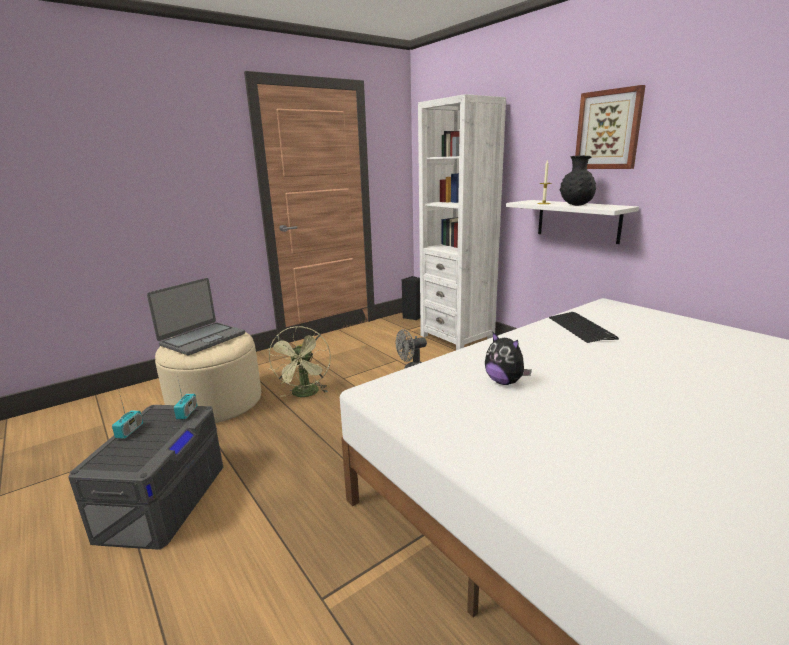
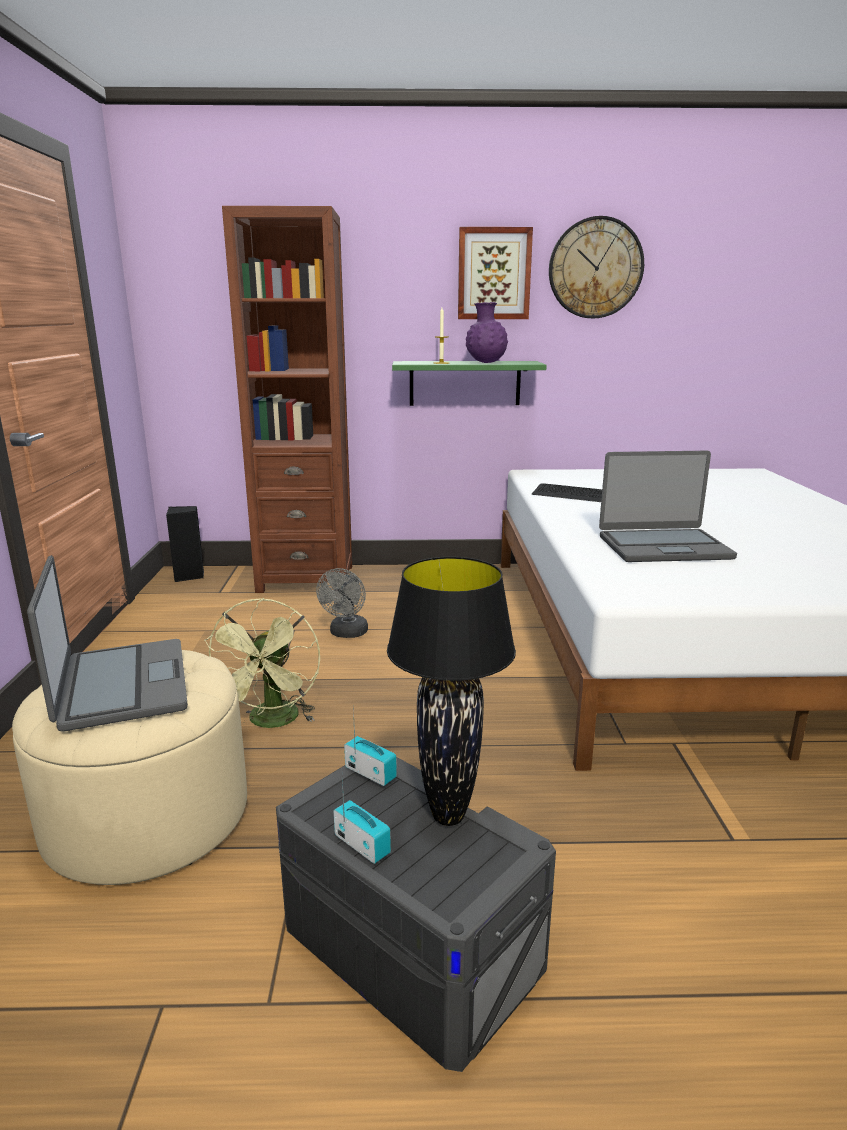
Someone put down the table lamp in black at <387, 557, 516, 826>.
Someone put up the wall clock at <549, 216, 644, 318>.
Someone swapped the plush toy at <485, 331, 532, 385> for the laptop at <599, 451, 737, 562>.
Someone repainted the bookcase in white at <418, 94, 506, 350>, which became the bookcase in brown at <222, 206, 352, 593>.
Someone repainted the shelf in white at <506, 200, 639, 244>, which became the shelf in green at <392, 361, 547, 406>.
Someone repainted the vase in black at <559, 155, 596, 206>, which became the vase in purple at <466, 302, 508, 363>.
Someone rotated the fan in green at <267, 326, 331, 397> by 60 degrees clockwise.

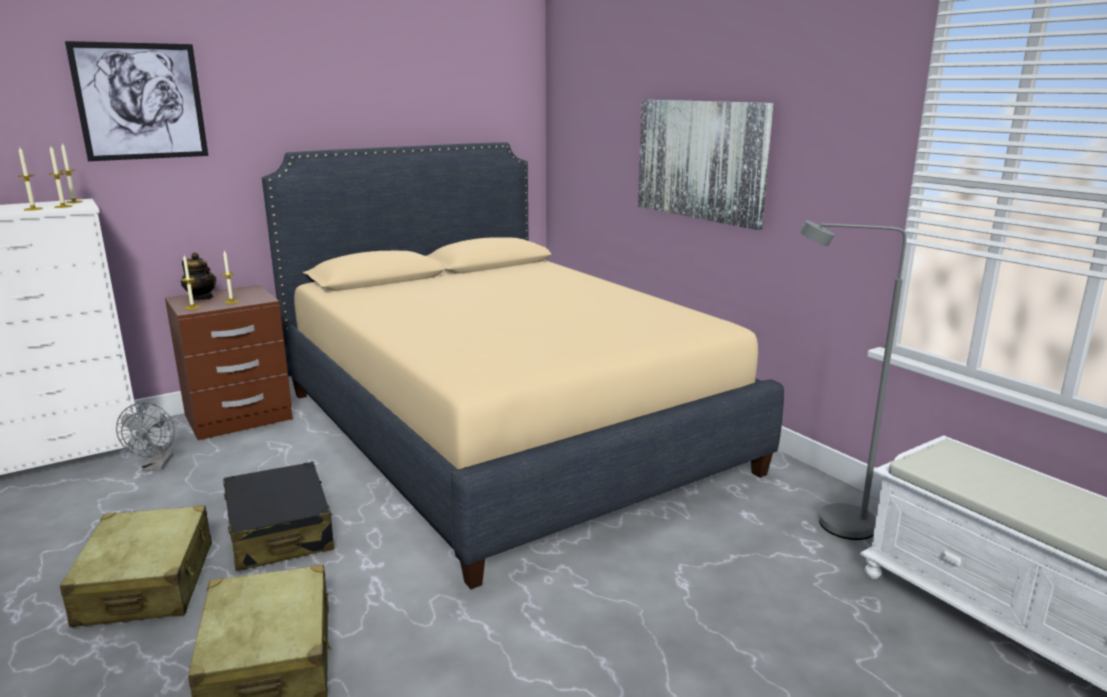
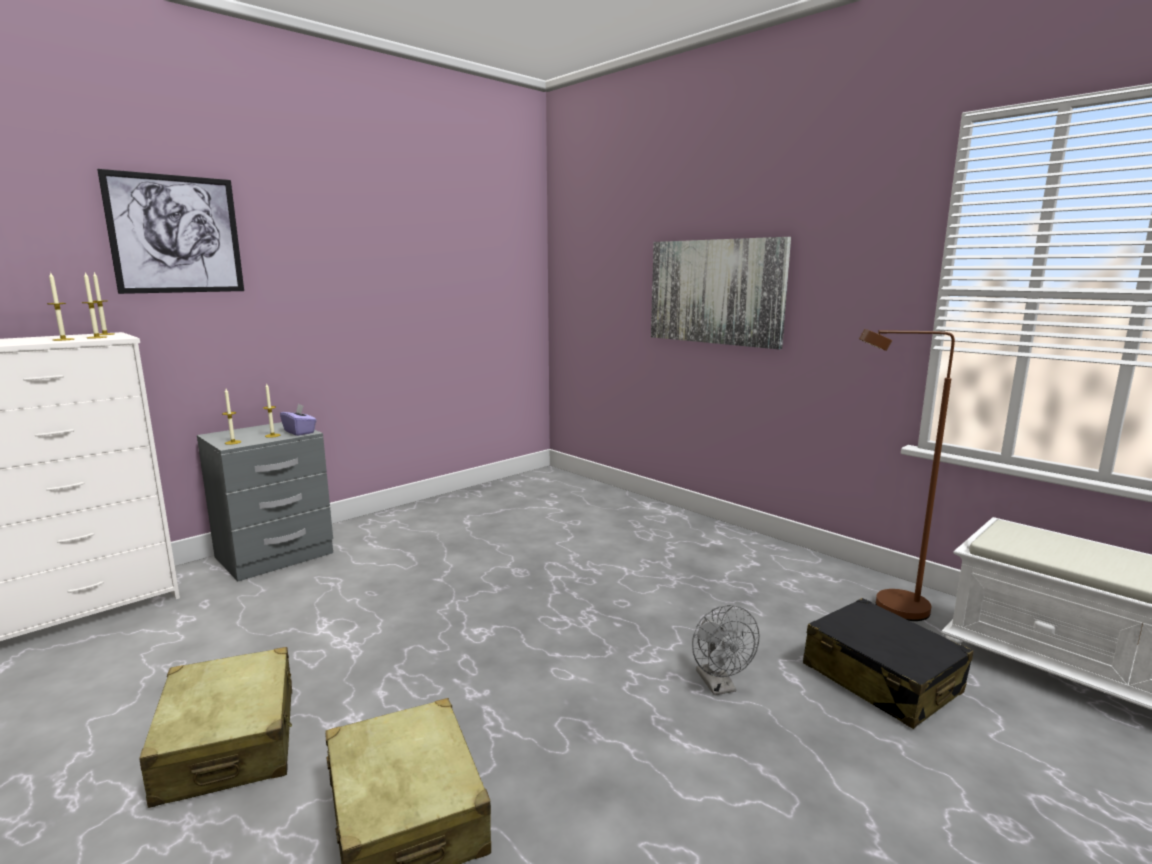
Someone took away the teapot at <181, 253, 216, 300>.
Someone took away the bed in beige at <262, 142, 784, 589>.
Someone put down the tissue box in purple at <280, 404, 317, 436>.
Someone carried the fan in grey from <116, 402, 175, 471> to <692, 605, 760, 695>.
Someone carried the suitcase in black from <223, 462, 334, 571> to <803, 598, 973, 729>.
Someone repainted the nightstand in brown at <165, 285, 293, 440>, which became the nightstand in grey at <197, 422, 333, 581>.
Someone repainted the floor lamp in grey at <800, 220, 907, 540>, which became the floor lamp in brown at <859, 329, 955, 621>.

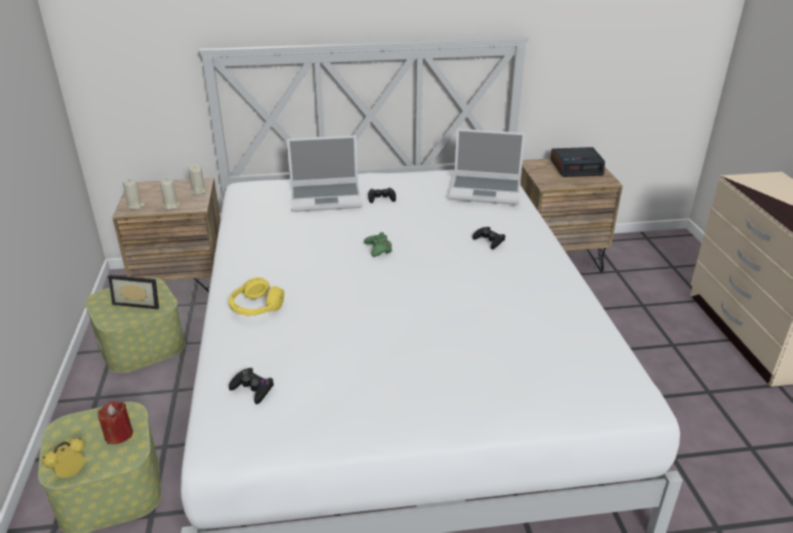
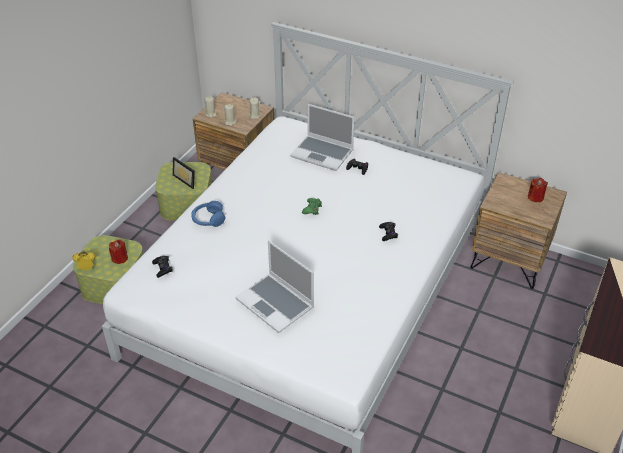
Someone carried the laptop from <449, 129, 525, 205> to <235, 240, 314, 333>.
Someone swapped the alarm clock at <550, 147, 605, 177> for the candle in red at <528, 178, 548, 202>.
Someone repainted the headphones in yellow at <229, 277, 284, 316>, which became the headphones in blue at <191, 201, 226, 227>.

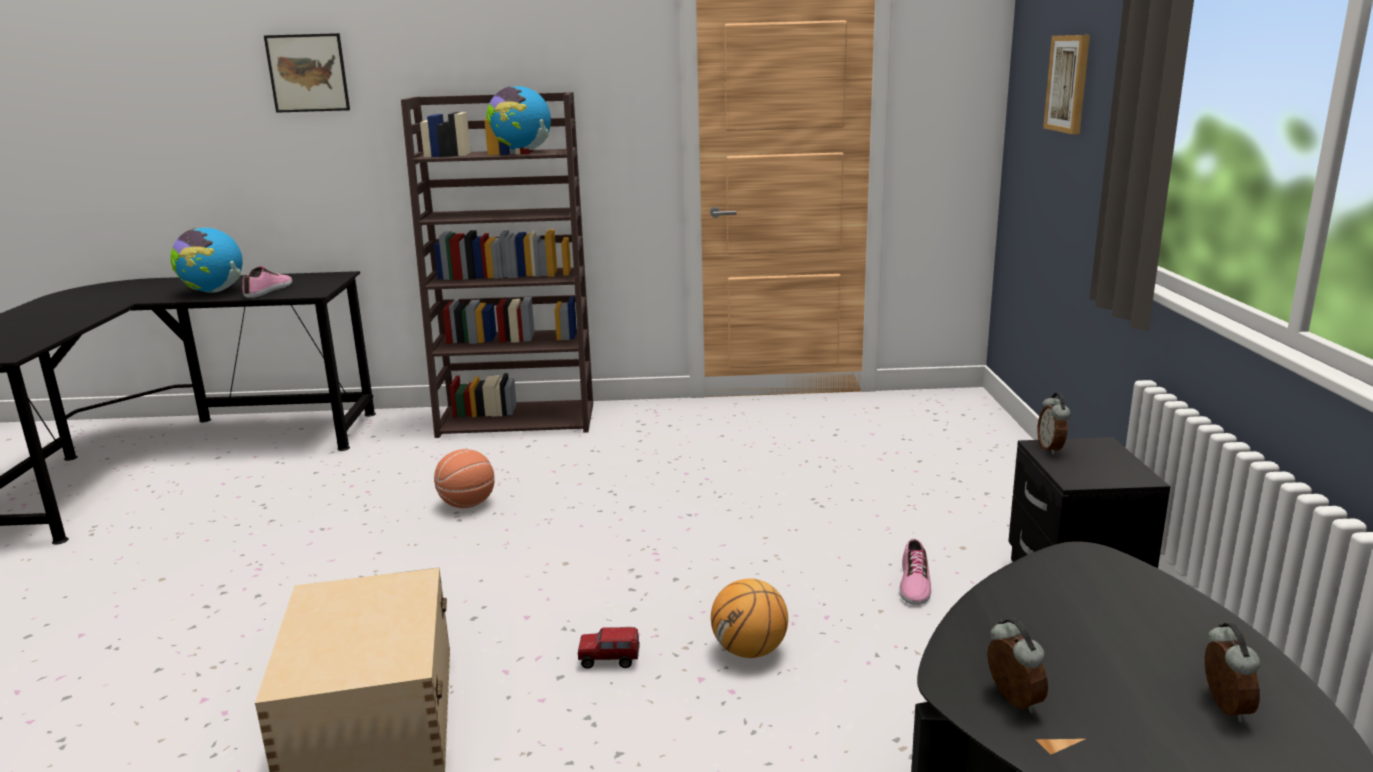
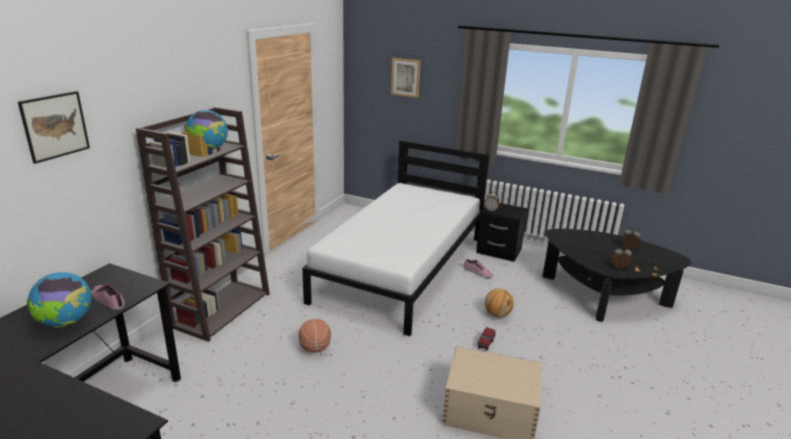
Someone put down the bed in white at <302, 140, 490, 336>.

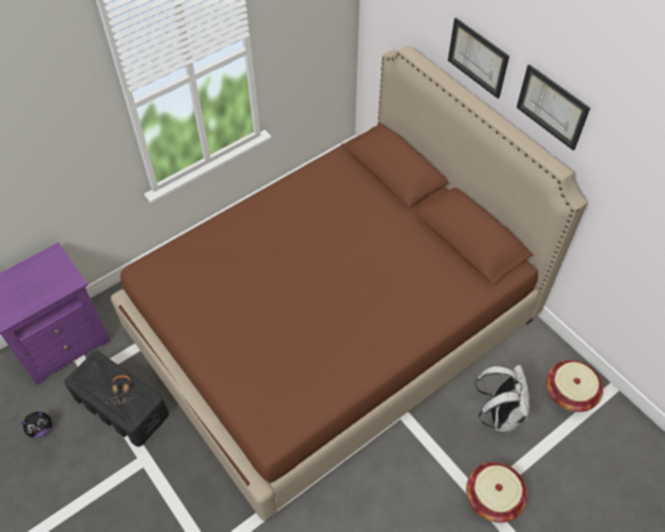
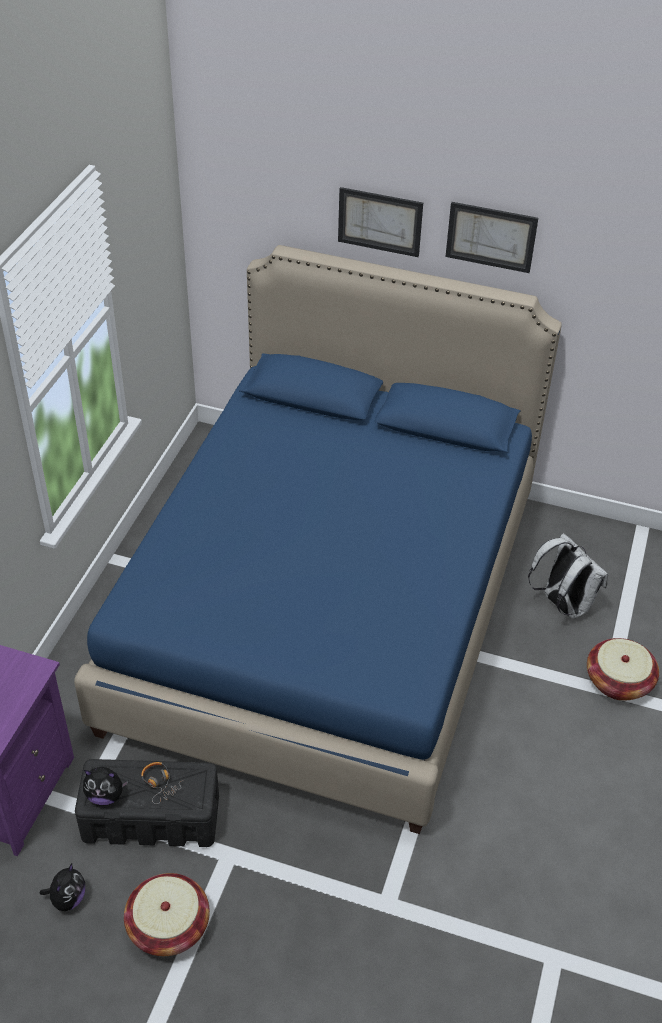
Someone put down the plush toy at <83, 767, 128, 805>.
Someone carried the basket from <546, 360, 603, 412> to <124, 873, 210, 956>.
Someone repainted the bed in brown at <111, 46, 587, 521>, which became the bed in blue at <74, 245, 562, 834>.

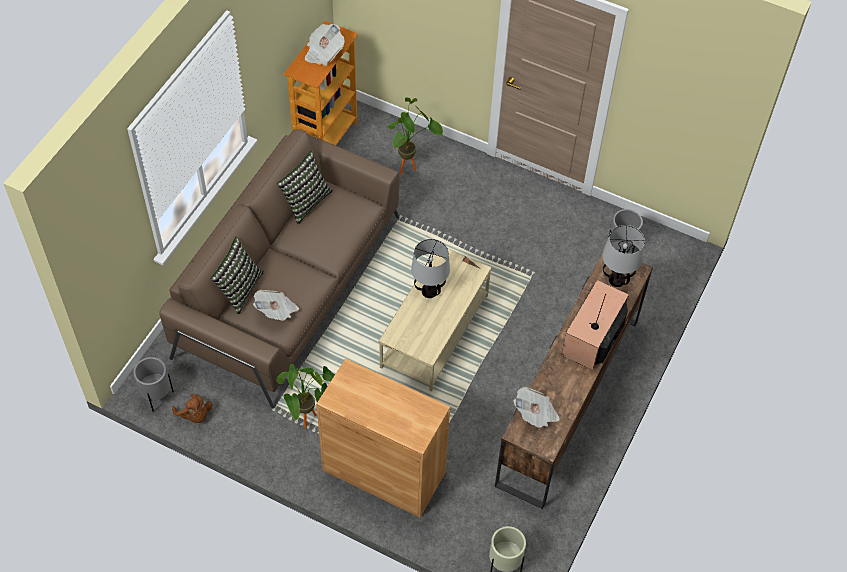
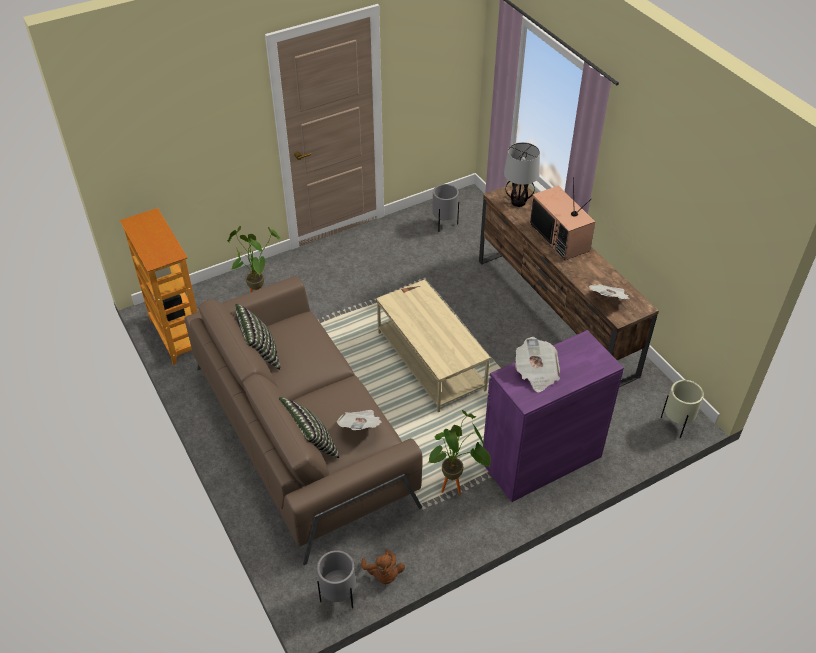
Someone took away the table lamp at <411, 239, 450, 298>.
Someone carried the newspaper from <305, 24, 344, 66> to <515, 337, 560, 393>.
Someone repainted the cabinet in brown at <316, 358, 450, 518>, which became the cabinet in purple at <483, 330, 624, 502>.
Someone rotated the plush toy in brown at <172, 394, 212, 423> by 75 degrees clockwise.

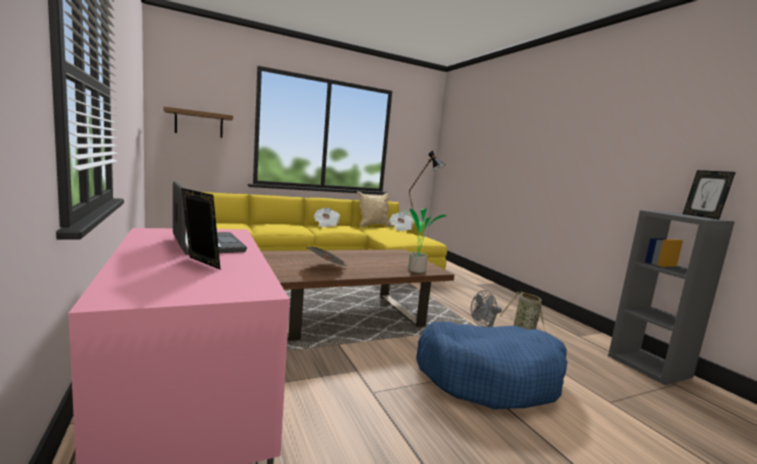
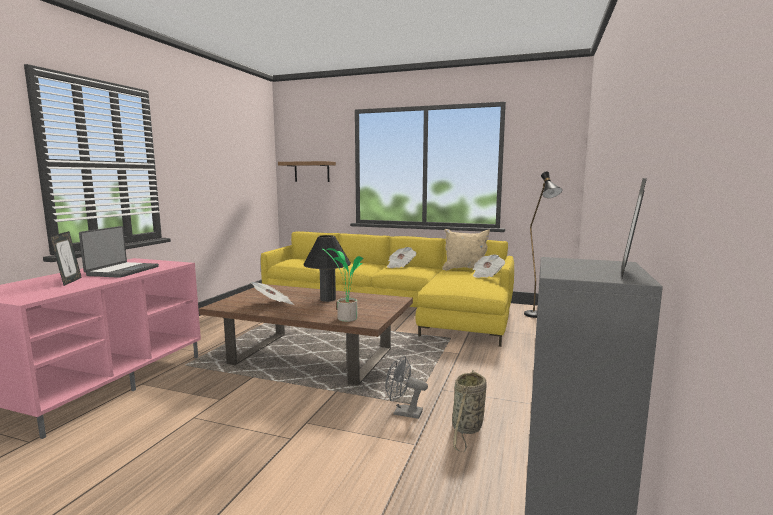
Someone took away the dog bed in blue at <416, 322, 567, 409>.
Someone put down the table lamp in black at <303, 235, 351, 302>.

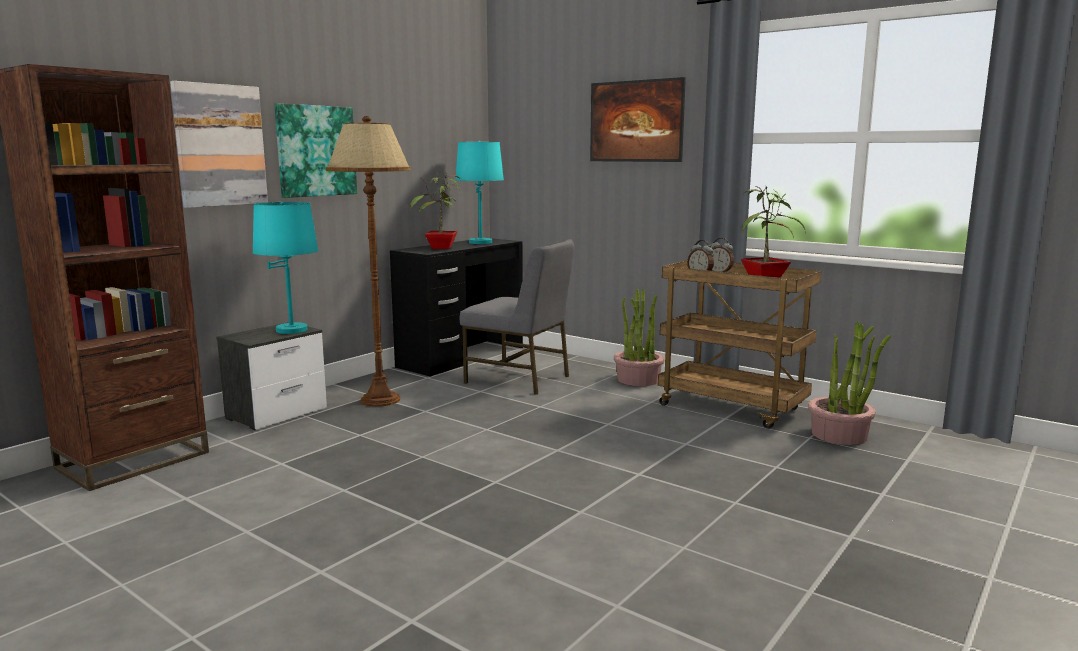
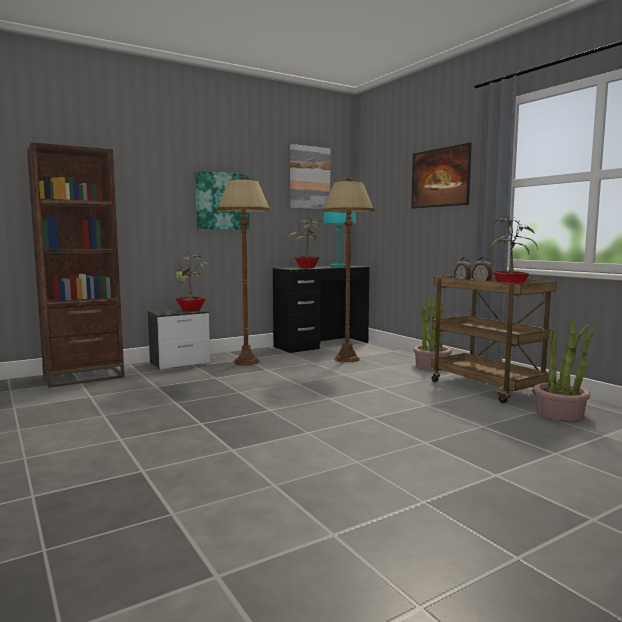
Someone carried the picture from <170, 81, 268, 208> to <290, 144, 331, 209>.
Someone swapped the table lamp in turquoise at <253, 202, 318, 334> for the potted plant at <175, 253, 210, 311>.
Someone swapped the chair in grey at <460, 239, 574, 395> for the floor lamp in brown at <322, 177, 375, 362>.

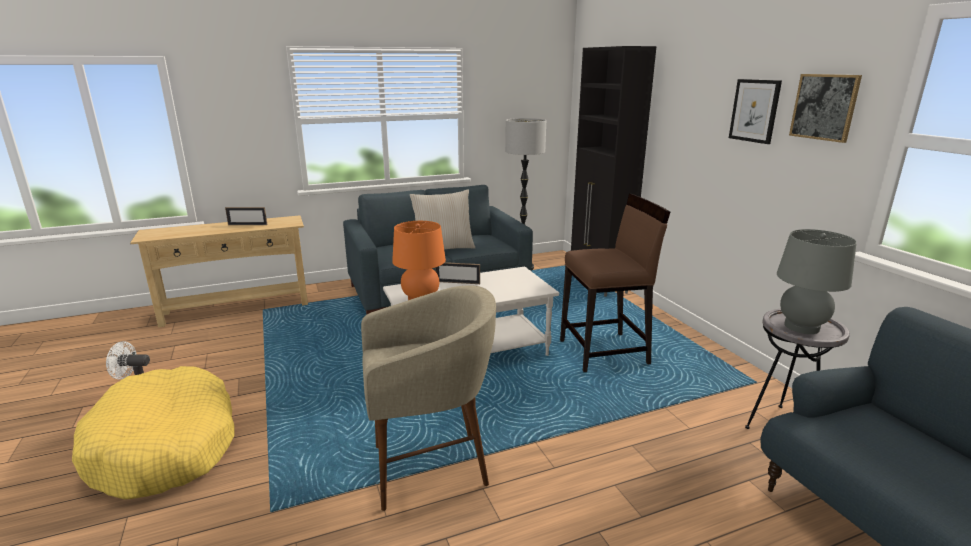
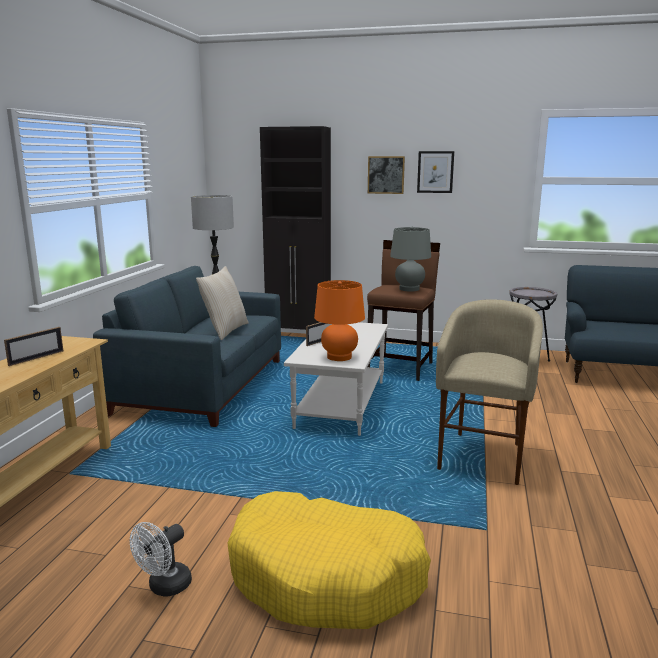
Someone carried the table lamp in grey from <777, 229, 857, 334> to <390, 227, 431, 291>.
Someone carried the picture from <789, 74, 862, 143> to <368, 156, 405, 194>.

